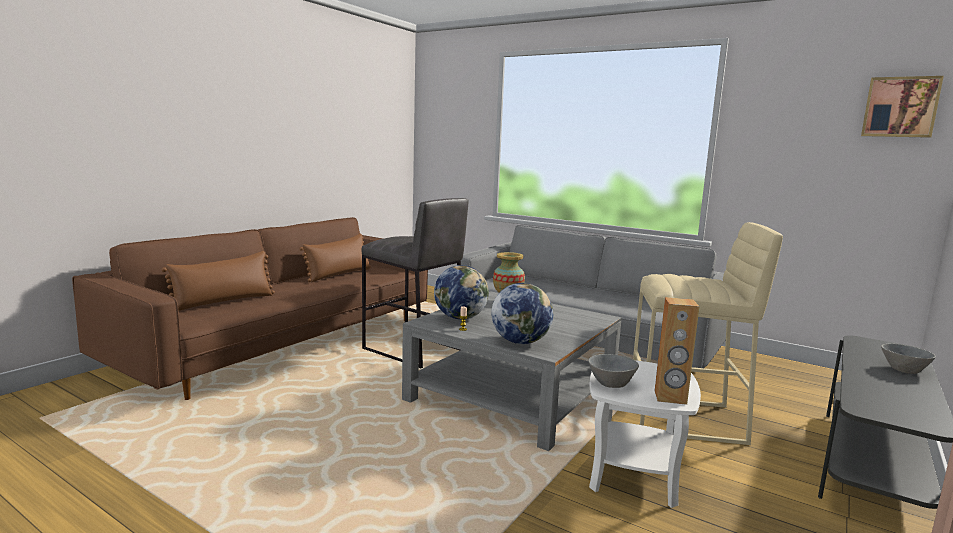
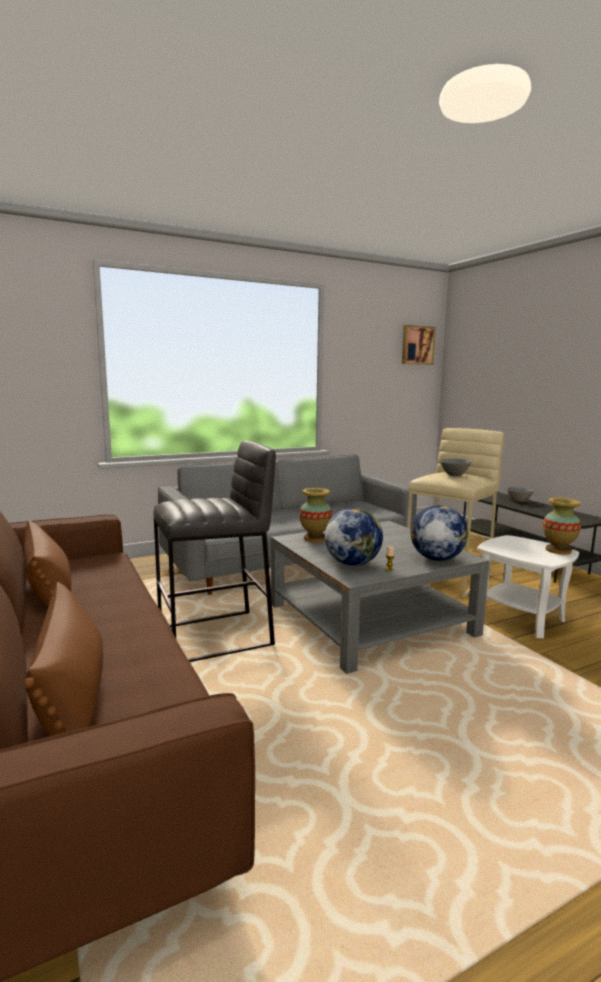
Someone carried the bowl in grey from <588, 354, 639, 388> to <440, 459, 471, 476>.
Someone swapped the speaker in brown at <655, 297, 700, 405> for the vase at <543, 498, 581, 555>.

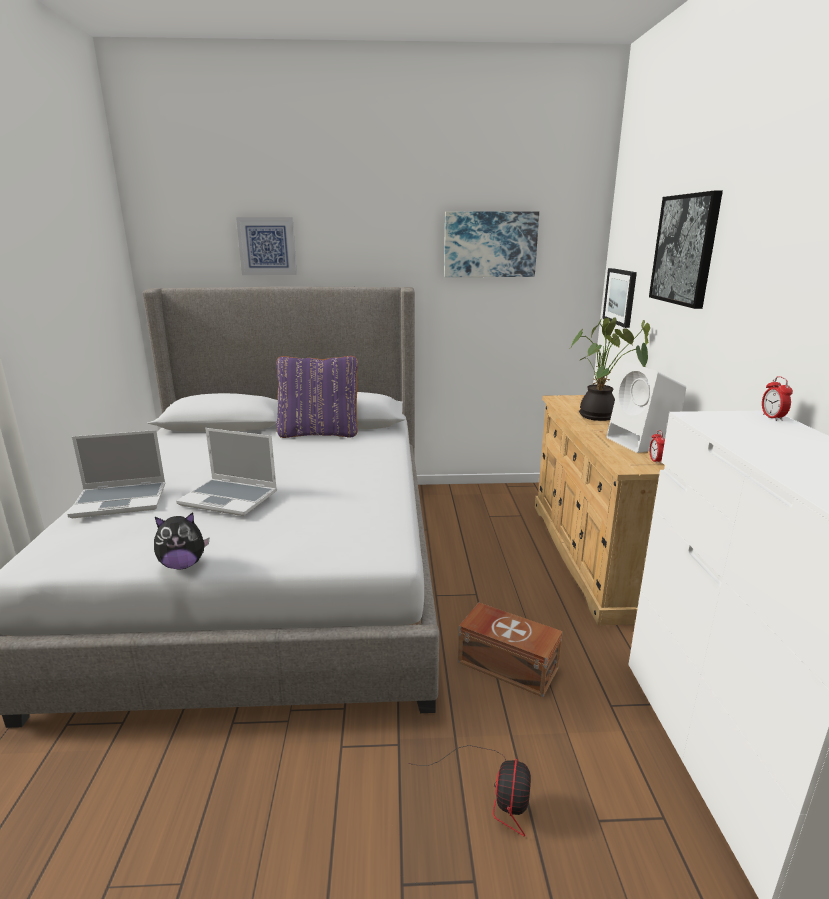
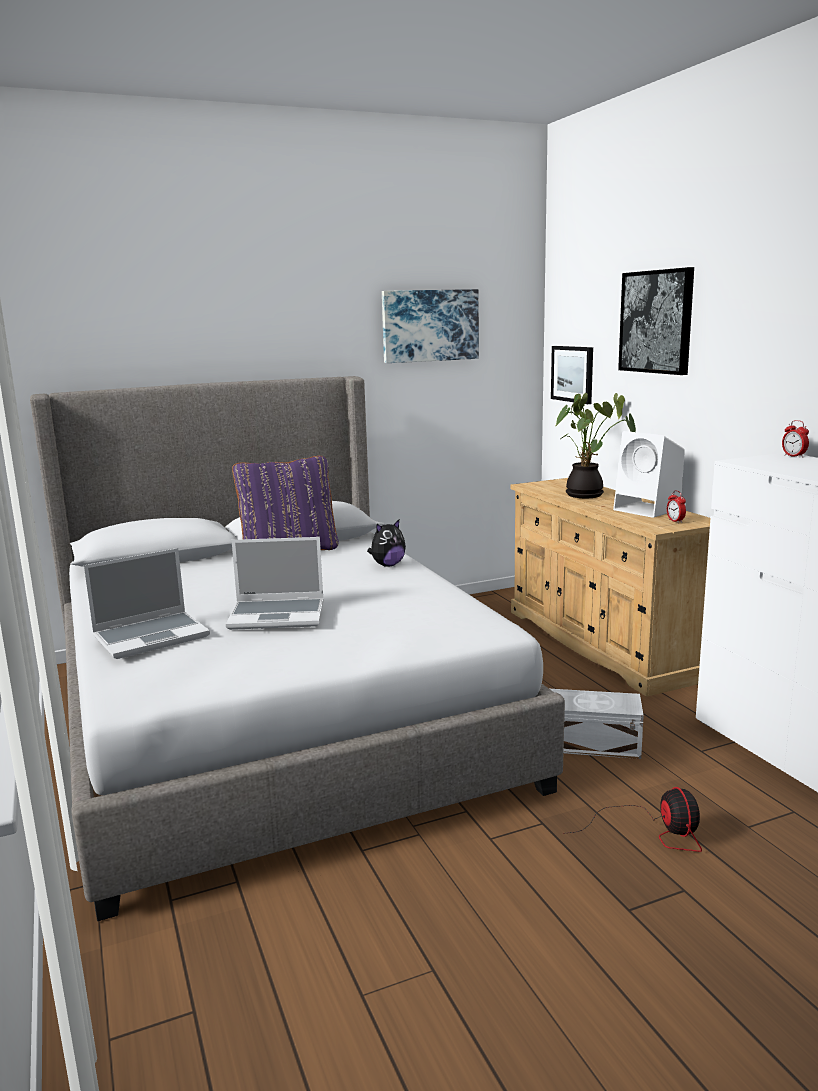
Someone took away the picture at <236, 217, 297, 275>.
Someone carried the plush toy from <154, 512, 209, 570> to <367, 520, 406, 567>.
Someone repainted the storage box in brown at <458, 603, 563, 697>, which became the storage box in white at <550, 689, 644, 759>.

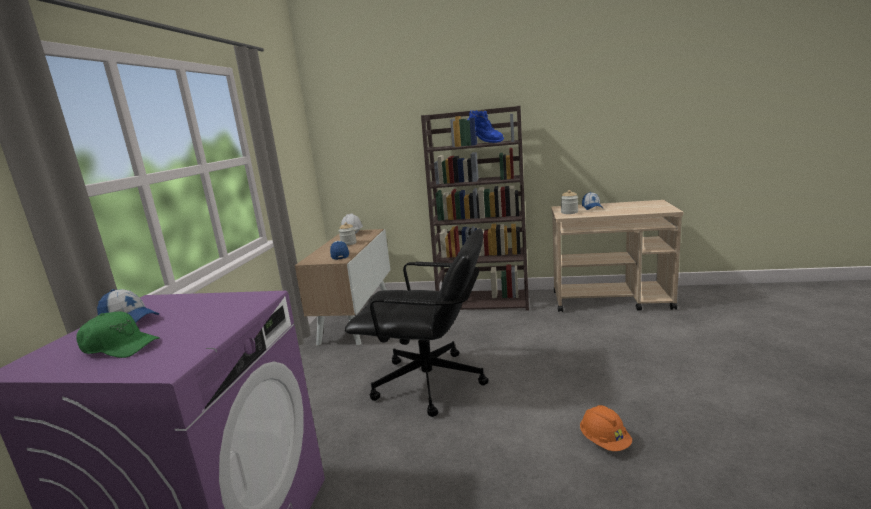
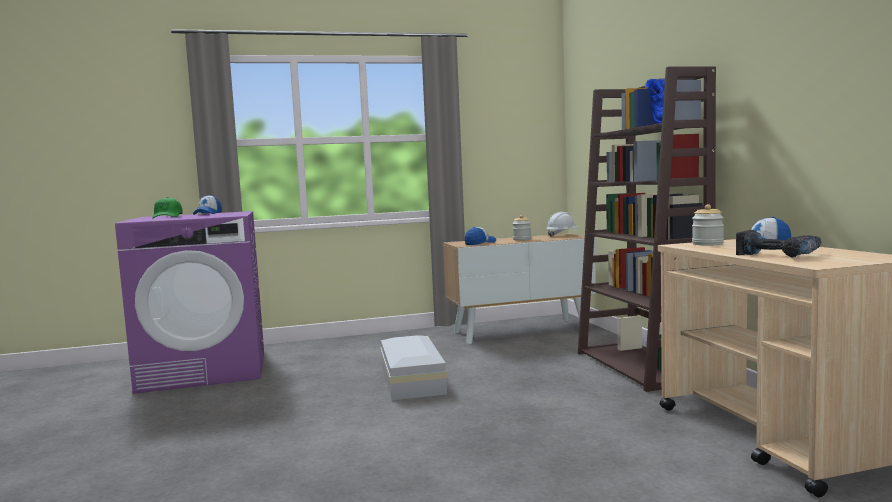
Someone took away the hard hat in orange at <580, 405, 632, 451>.
Someone put down the power drill at <736, 230, 821, 257>.
Someone swapped the office chair in black at <345, 228, 489, 417> for the storage box in white at <380, 335, 448, 400>.

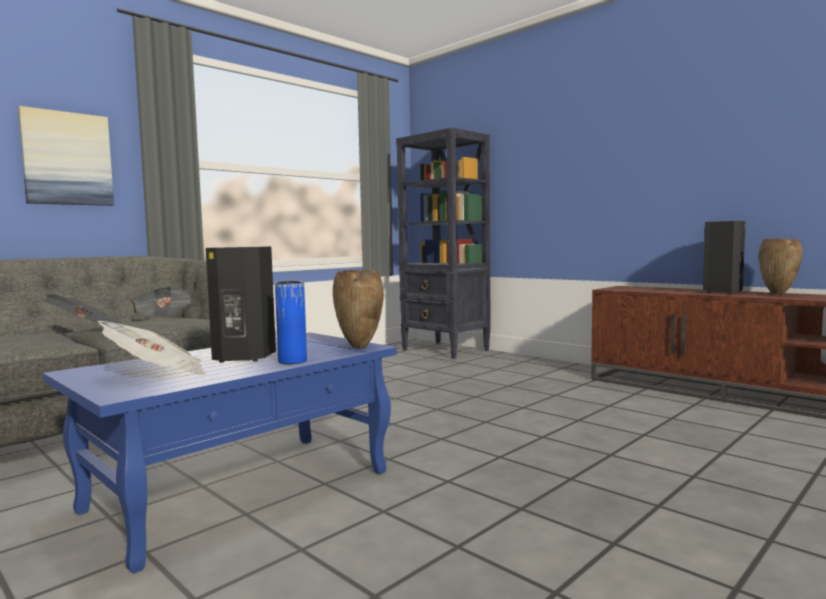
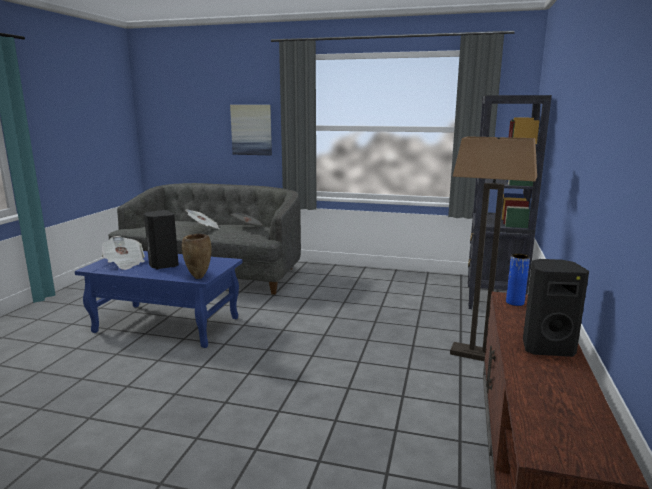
Someone took away the vase in brown at <759, 239, 802, 295>.
Someone put down the floor lamp at <450, 136, 537, 361>.
Someone carried the vase in blue from <275, 281, 307, 364> to <506, 254, 530, 306>.

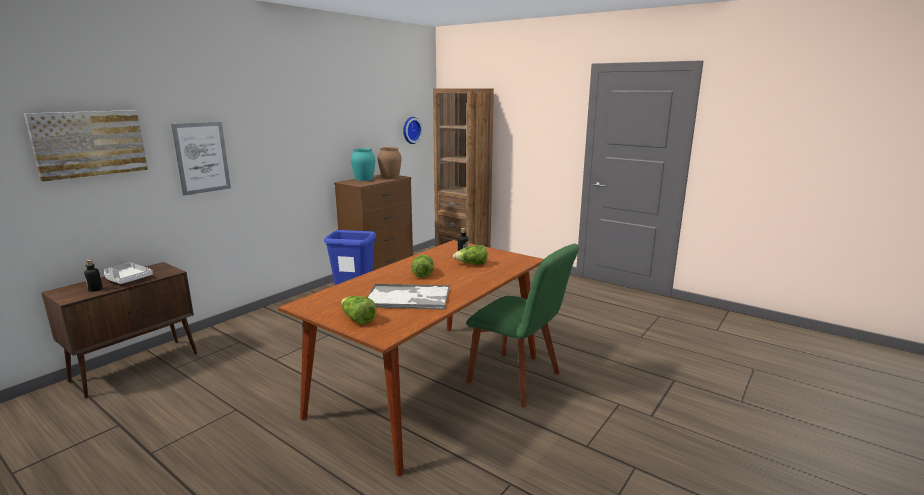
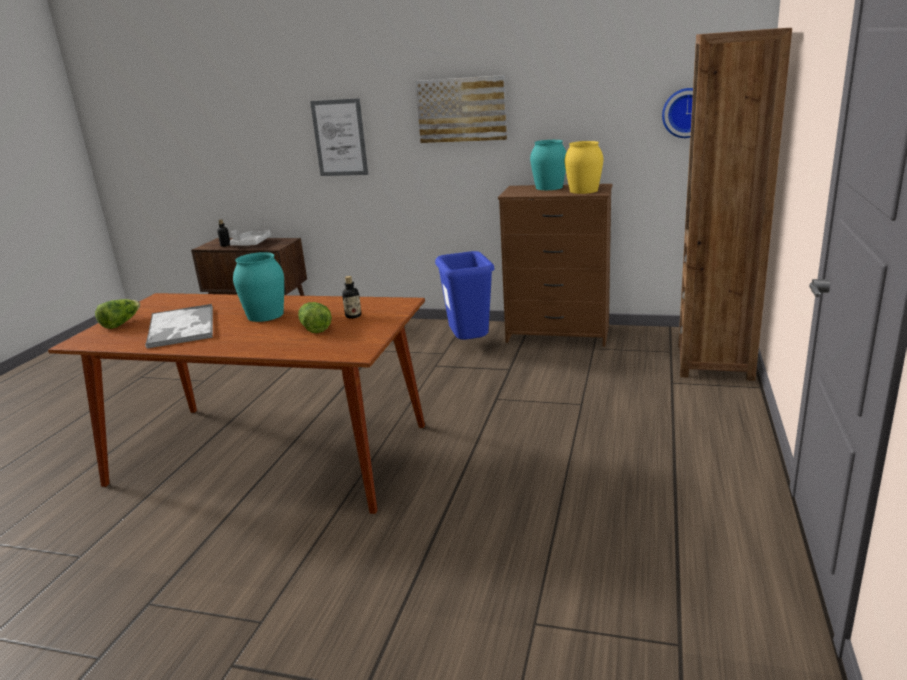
Someone took away the chair in green at <466, 244, 579, 408>.
Someone carried the picture from <24, 110, 148, 182> to <415, 75, 507, 143>.
Someone swapped the lettuce at <411, 255, 434, 278> for the vase in turquoise at <233, 252, 284, 322>.
Someone repainted the vase in brown at <378, 147, 402, 179>, which became the vase in yellow at <565, 141, 603, 194>.

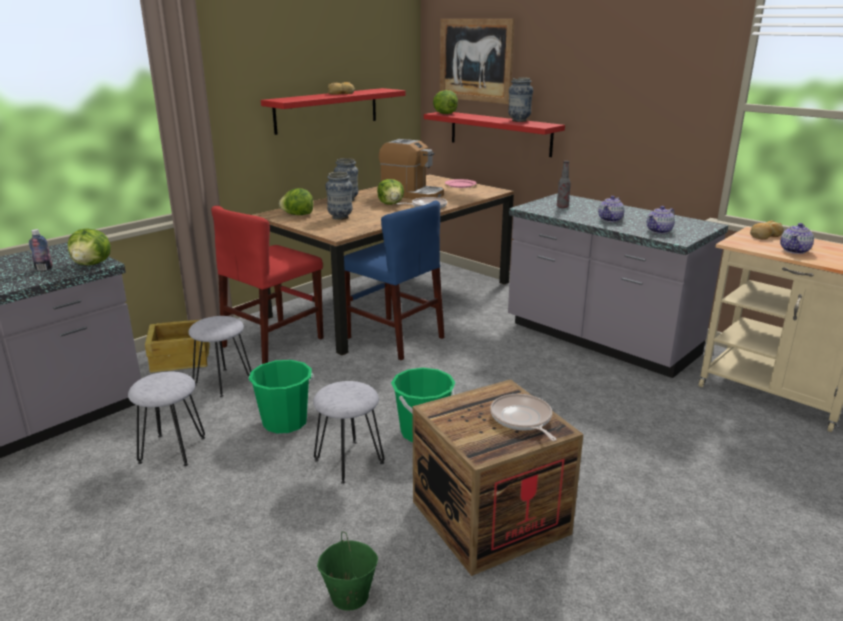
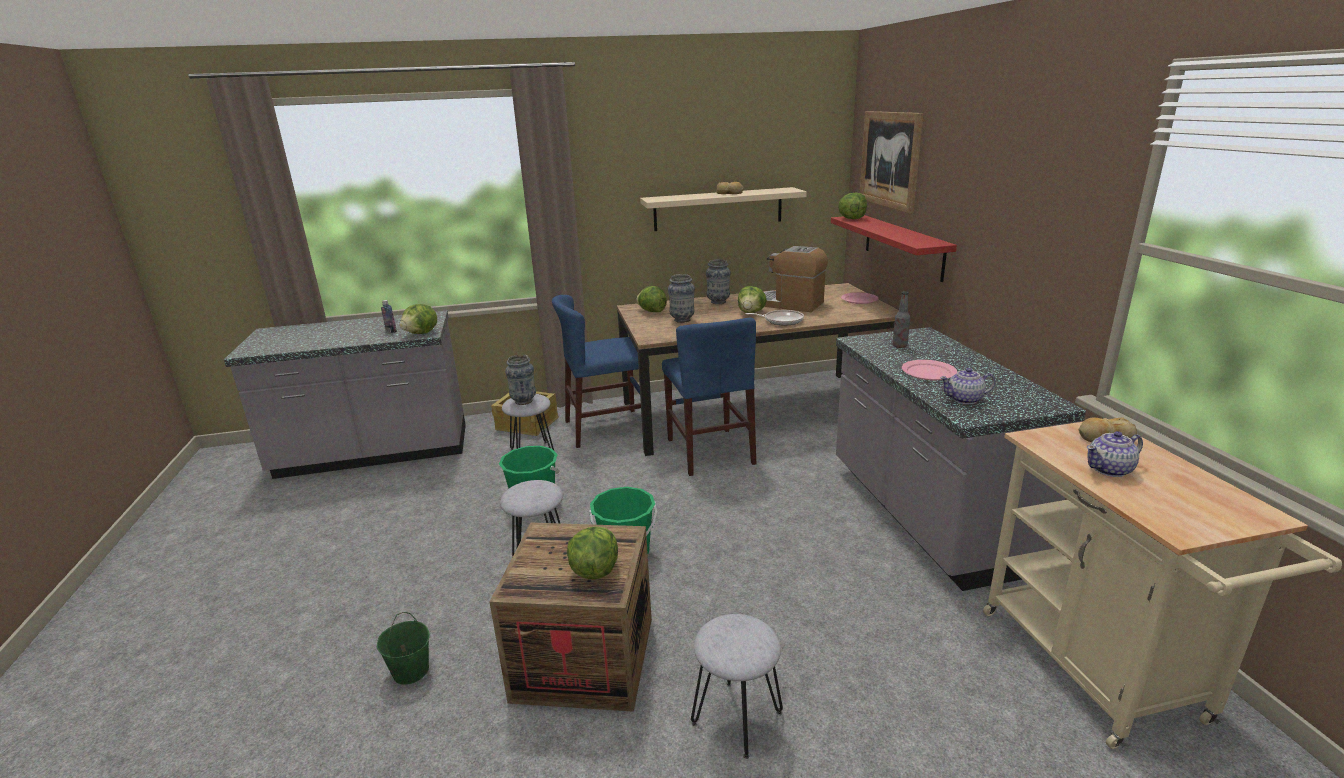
Someone carried the stool in grey from <128, 371, 205, 466> to <691, 614, 783, 759>.
Someone carried the vase from <508, 77, 533, 122> to <505, 355, 536, 405>.
Someone swapped the frying pan at <490, 394, 556, 441> for the lettuce at <567, 527, 618, 579>.
Someone swapped the teapot at <598, 196, 625, 222> for the plate in pink at <902, 360, 957, 381>.
Someone repainted the chair in red at <211, 206, 323, 364>, which became the chair in blue at <552, 295, 650, 448>.
Someone repainted the shelf in red at <261, 88, 406, 135>, which became the shelf in beige at <640, 187, 807, 231>.
Someone rotated the coffee machine at <379, 139, 444, 199> by 150 degrees clockwise.

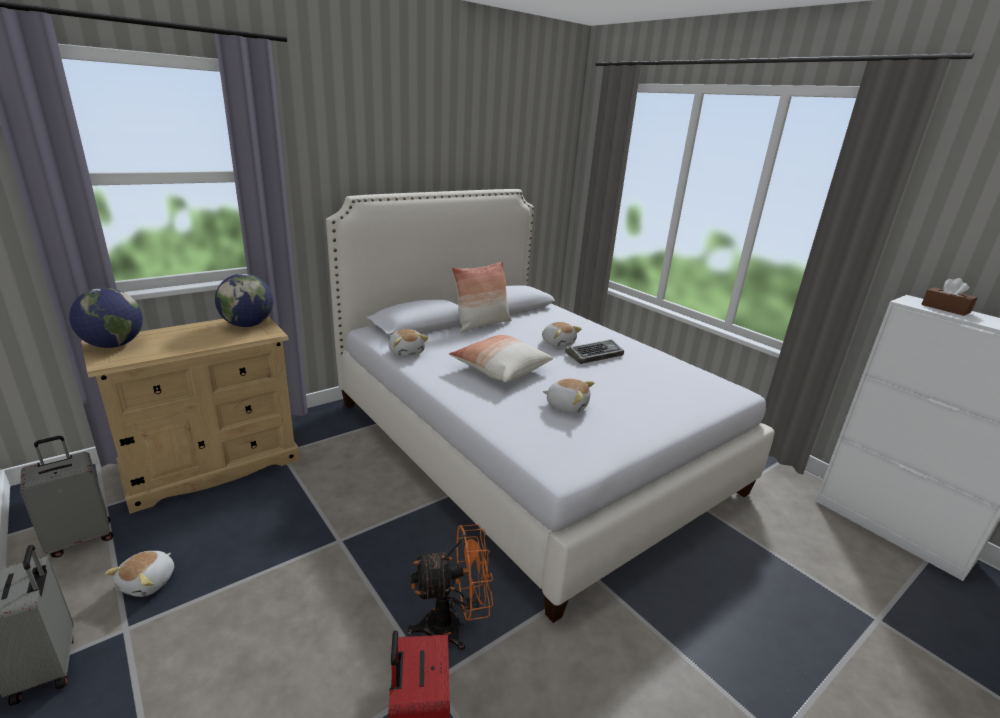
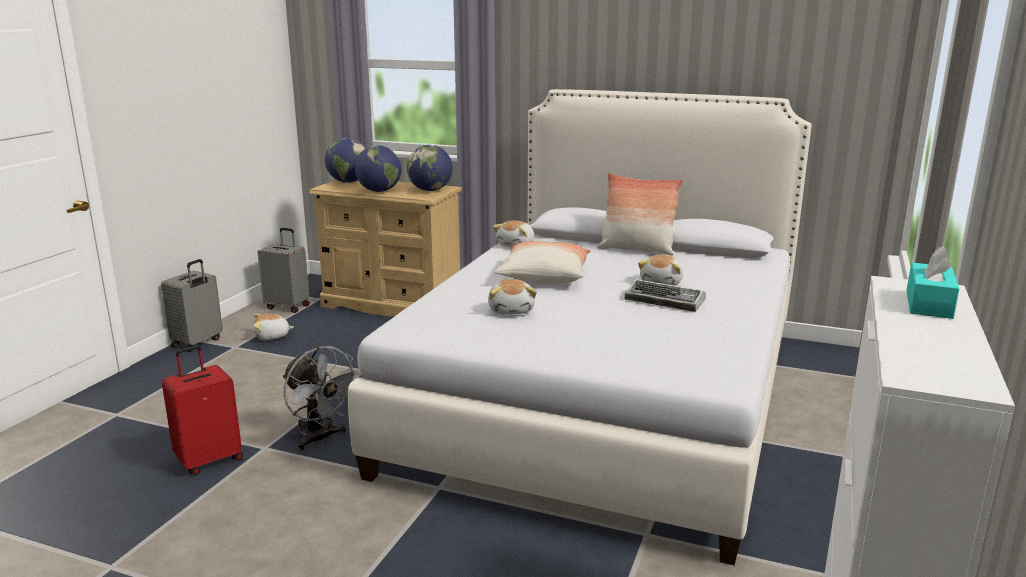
Someone put down the globe at <355, 145, 401, 192>.
Someone repainted the fan in orange at <407, 524, 493, 652>, which became the fan in grey at <283, 346, 361, 451>.
Someone repainted the tissue box in brown at <922, 278, 977, 316>, which became the tissue box in turquoise at <906, 246, 960, 319>.

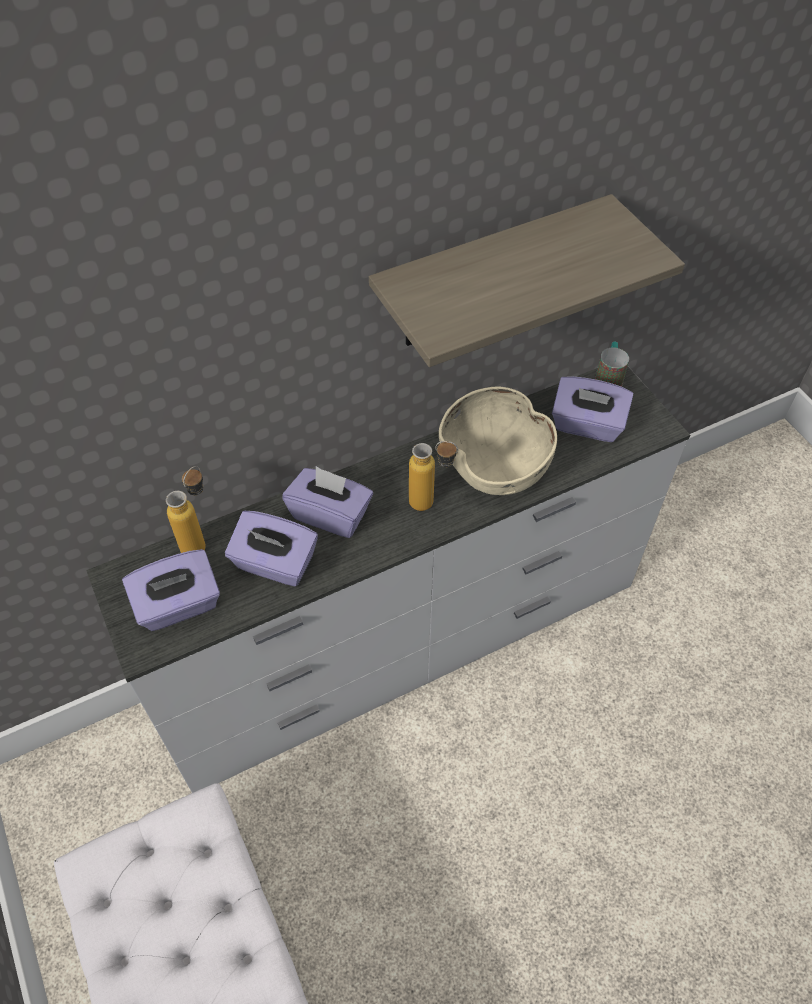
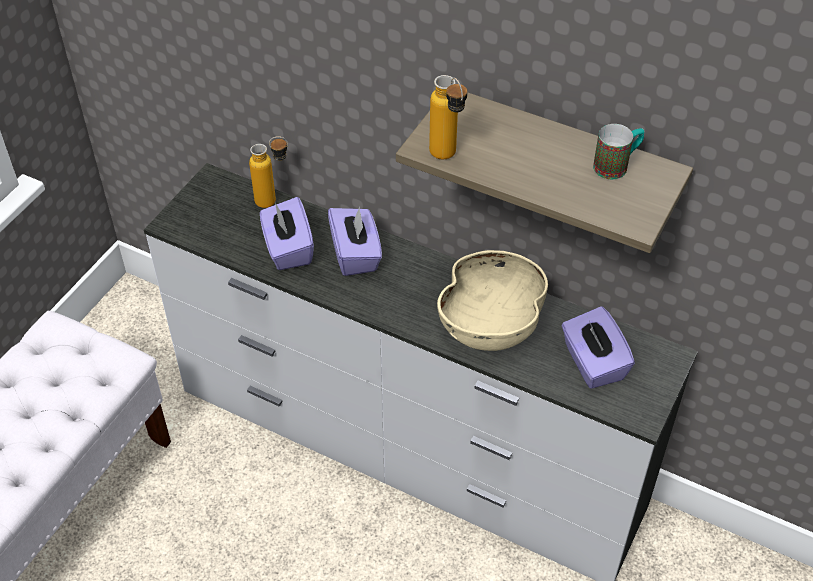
Someone took away the tissue box in purple at <122, 549, 220, 631>.
Someone carried the bottle from <409, 441, 458, 511> to <429, 75, 467, 160>.
Someone carried the mug from <595, 341, 629, 386> to <593, 124, 644, 179>.

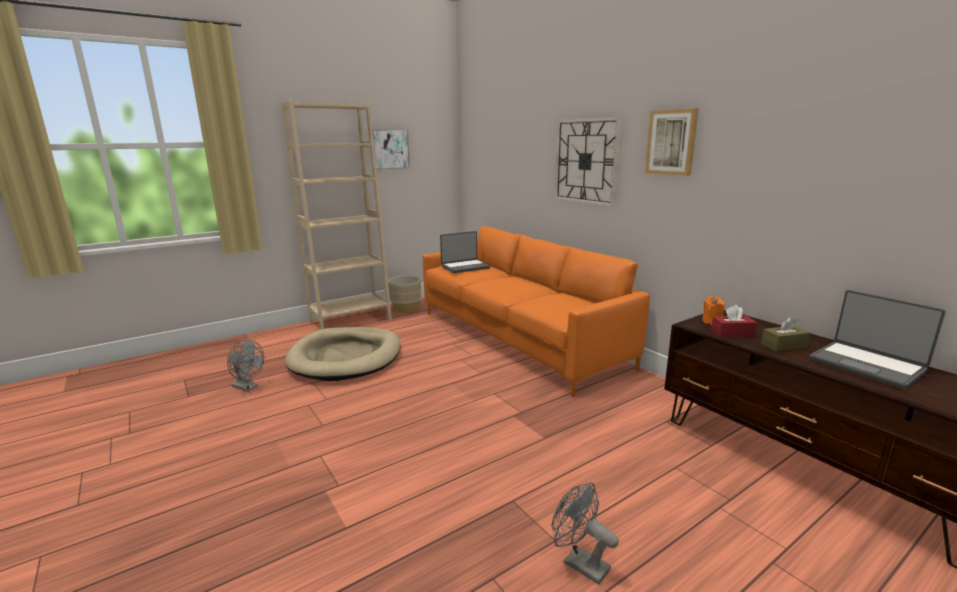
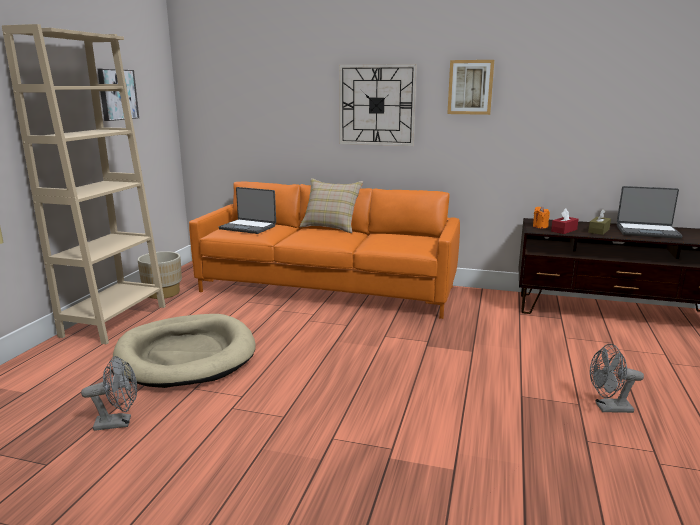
Someone put down the pillow in beige at <300, 178, 363, 233>.
Someone rotated the laptop at <440, 231, 490, 273> by 90 degrees clockwise.

